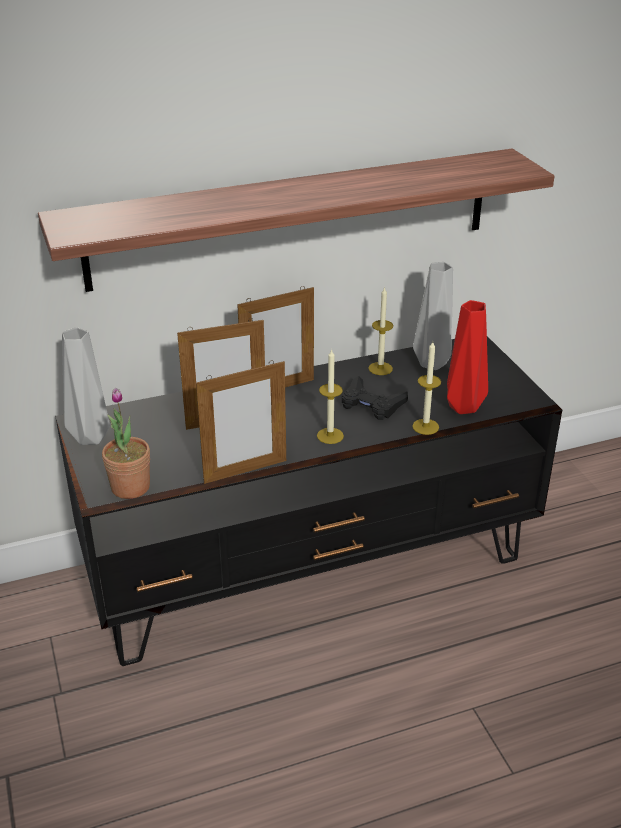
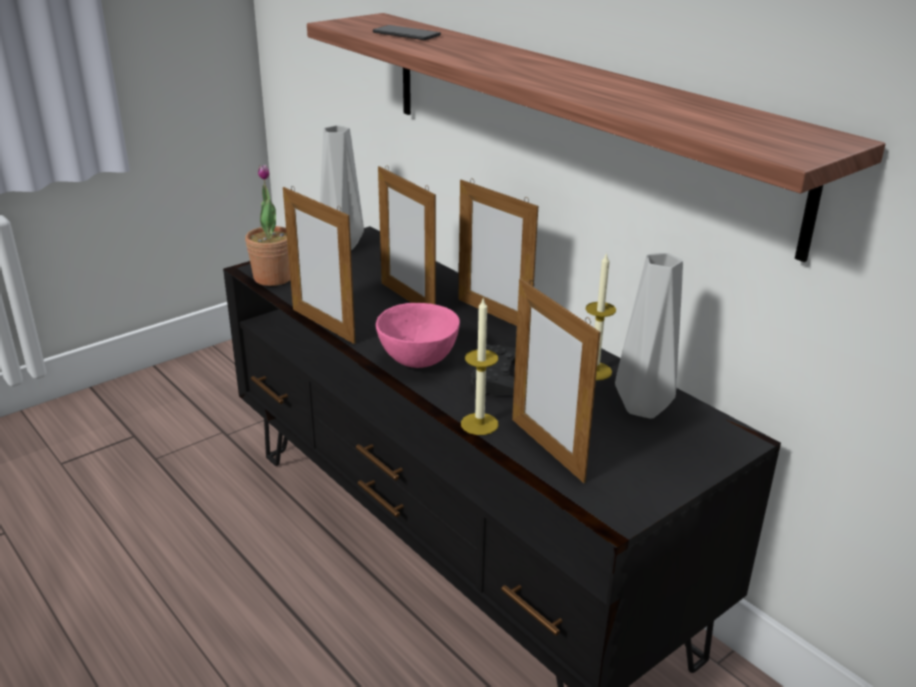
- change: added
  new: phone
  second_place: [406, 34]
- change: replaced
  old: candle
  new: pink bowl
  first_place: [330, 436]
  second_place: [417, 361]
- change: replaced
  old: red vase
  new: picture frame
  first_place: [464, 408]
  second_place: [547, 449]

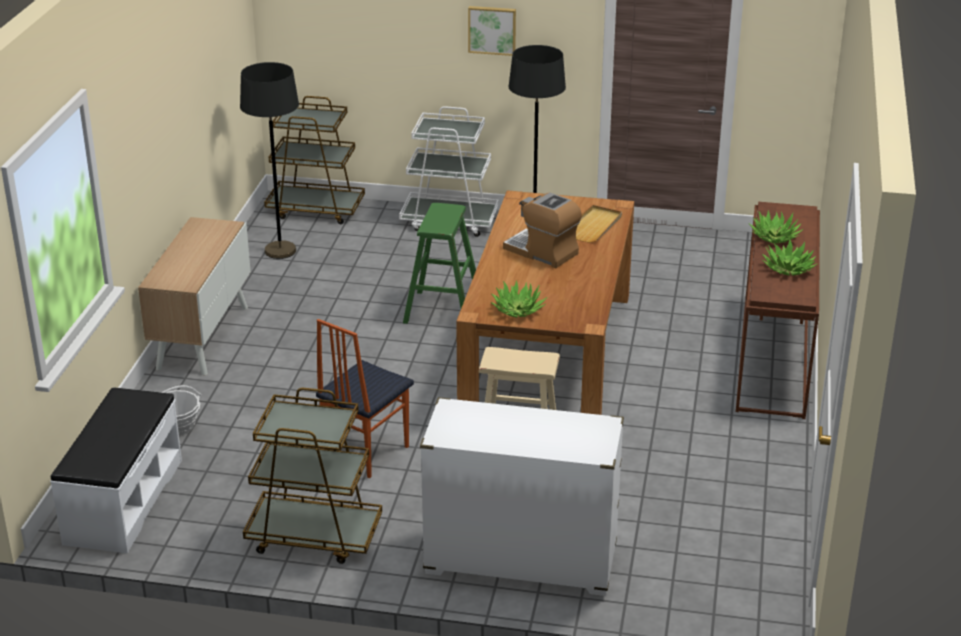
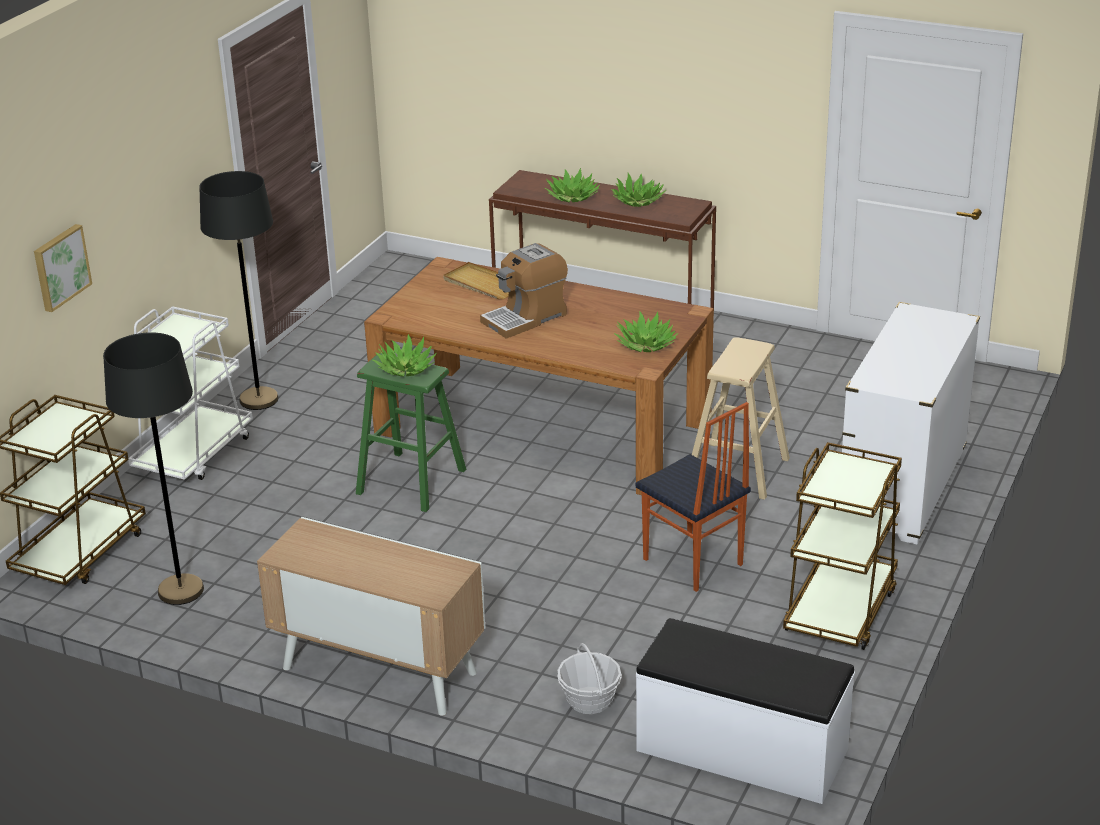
- change: moved
  old: picture
  first_place: [492, 30]
  second_place: [60, 267]
- change: added
  new: potted plant
  second_place: [406, 368]

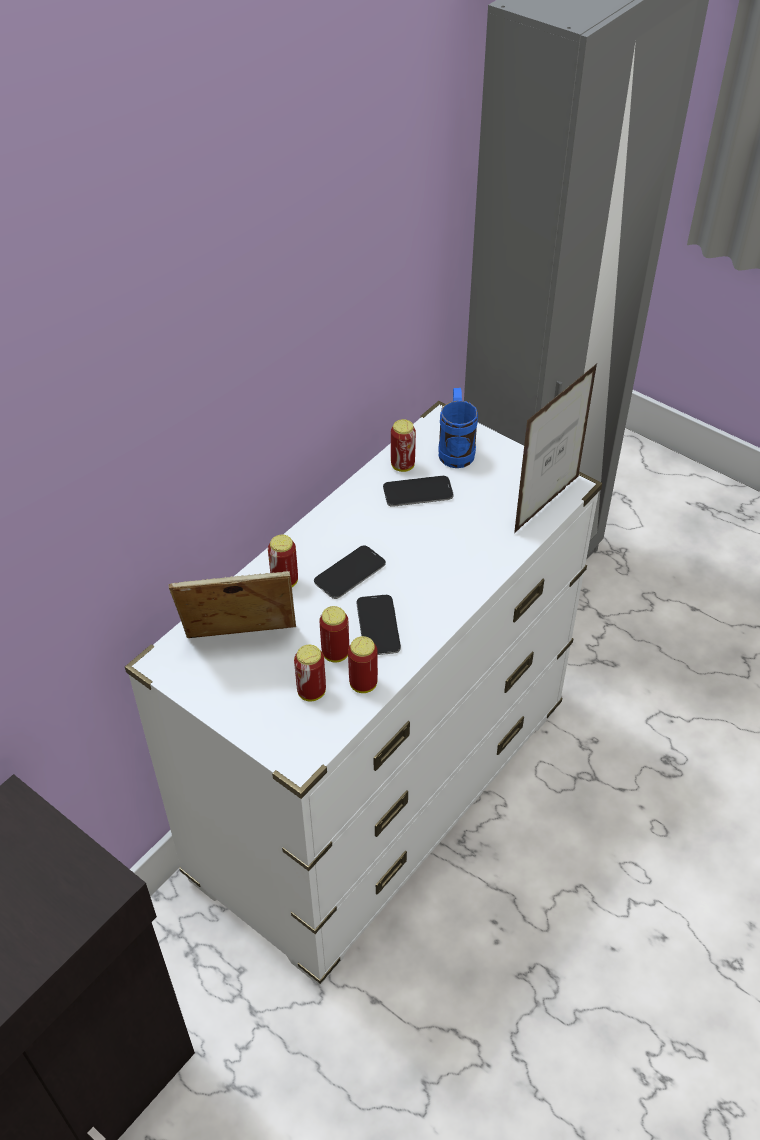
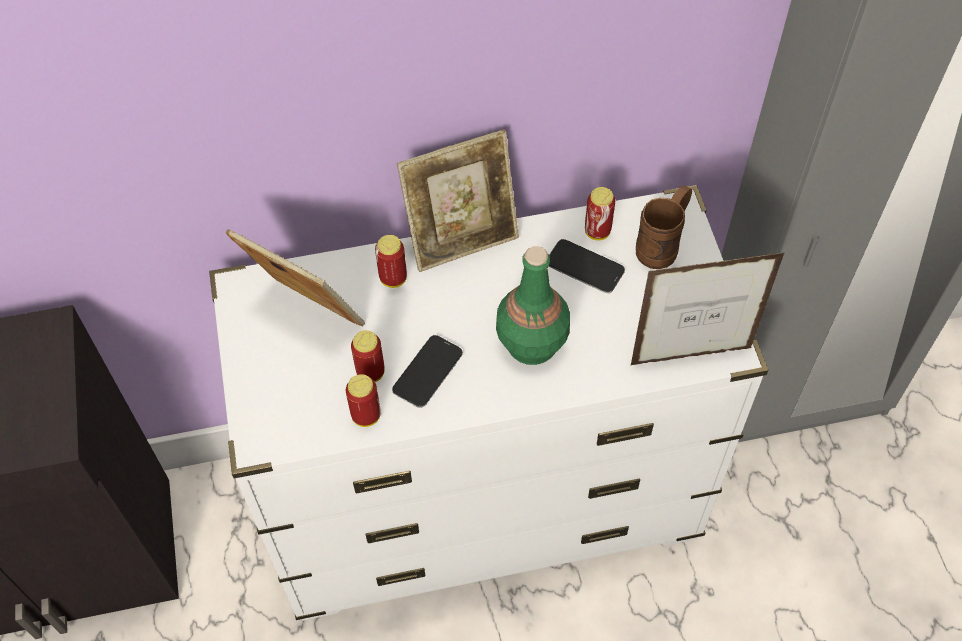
- change: added
  new: picture frame
  second_place: [462, 239]
- change: added
  new: green bottle
  second_place: [531, 343]
- change: recoloured
  old: blue mug
  new: brown mug
  first_place: [456, 449]
  second_place: [663, 245]
- change: removed
  old: can
  first_place: [311, 692]
- change: removed
  old: phone
  first_place: [350, 573]

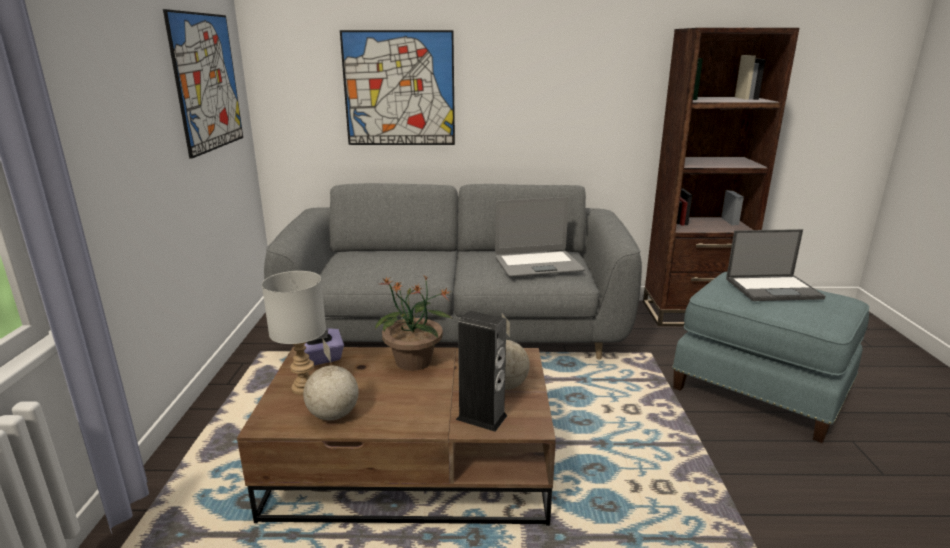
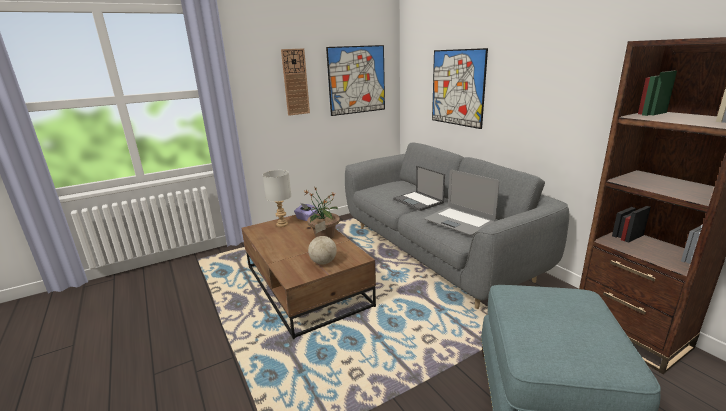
- change: added
  new: wall clock
  second_place: [295, 82]
- change: moved
  old: laptop
  first_place: [774, 288]
  second_place: [418, 201]
- change: removed
  old: globe
  first_place: [333, 415]
- change: removed
  old: speaker
  first_place: [481, 417]

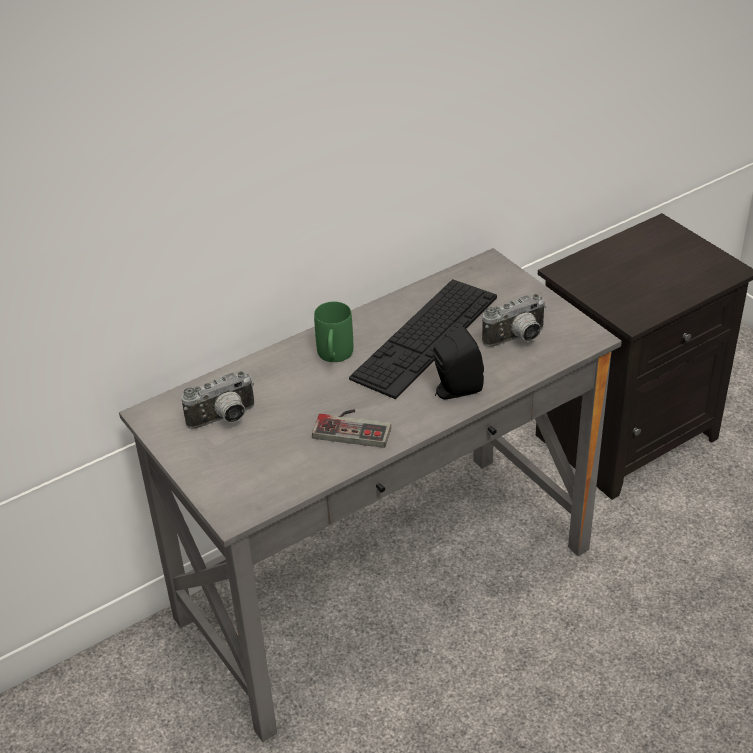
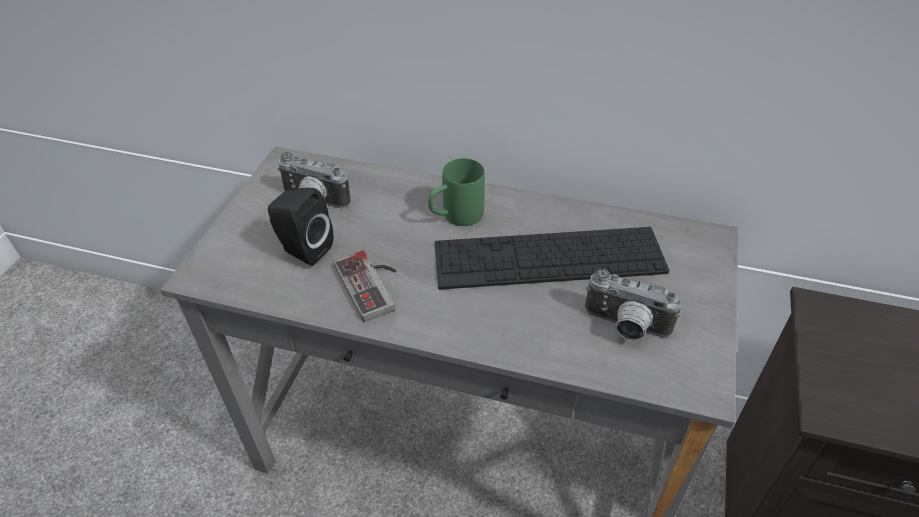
- change: moved
  old: black speaker
  first_place: [455, 390]
  second_place: [303, 249]

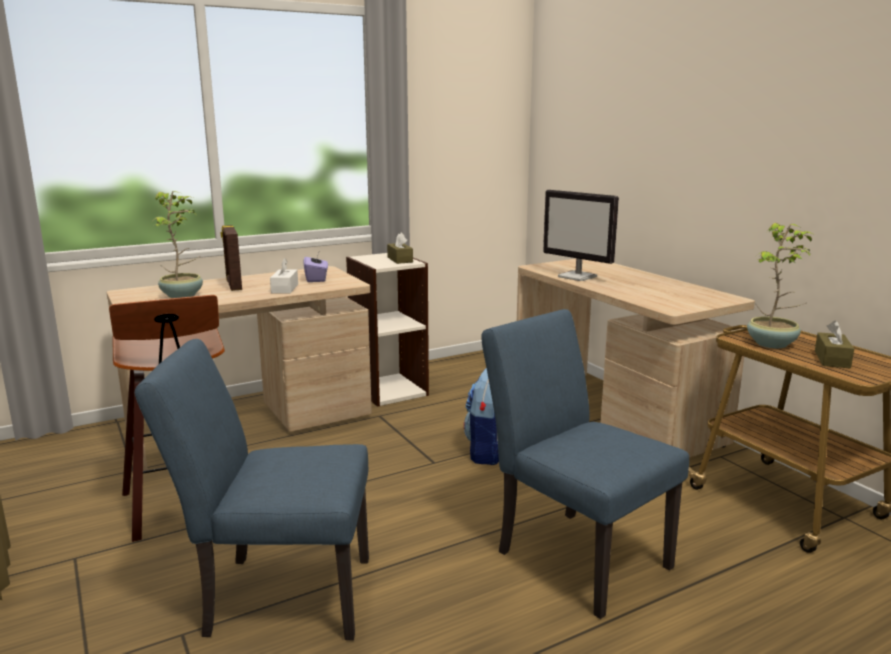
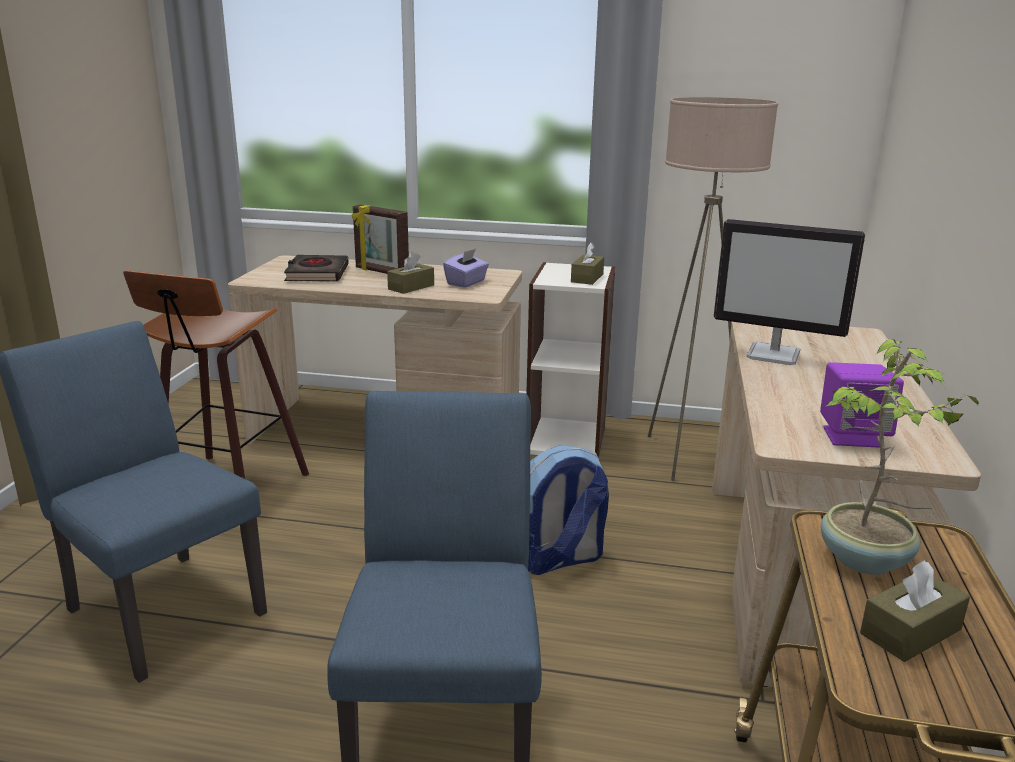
- change: replaced
  old: potted plant
  new: black book
  first_place: [183, 296]
  second_place: [317, 274]
- change: turned
  old: picture frame
  first_place: [233, 285]
  second_place: [381, 272]
  degrees: -75
- change: recoloured
  old: white tissue box
  new: brown tissue box
  first_place: [285, 289]
  second_place: [411, 287]
- change: added
  new: beige floor lamp
  second_place: [686, 457]
- change: turned
  old: monitor
  first_place: [578, 277]
  second_place: [774, 355]
  degrees: -60
- change: added
  new: purple speaker
  second_place: [852, 436]

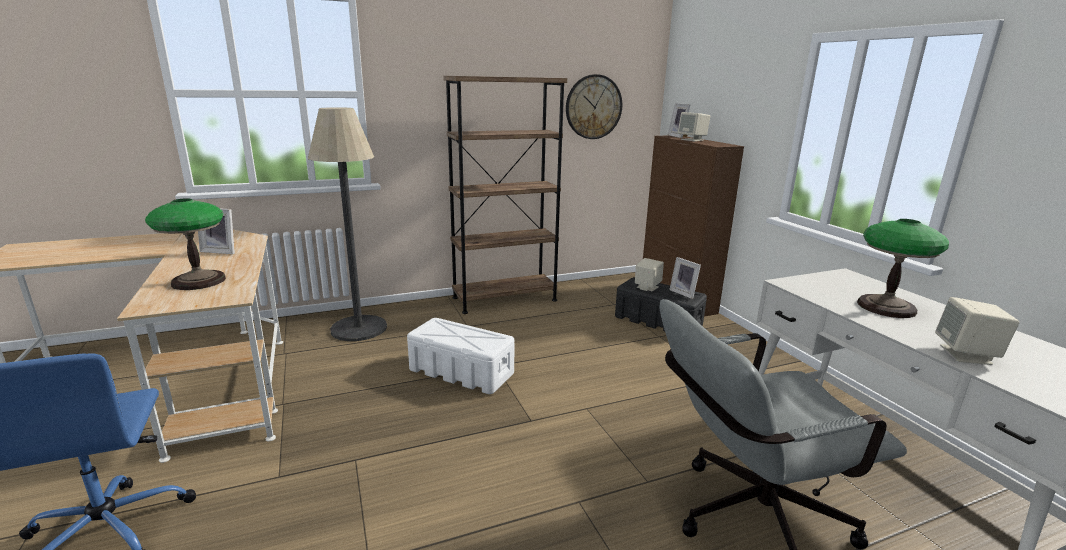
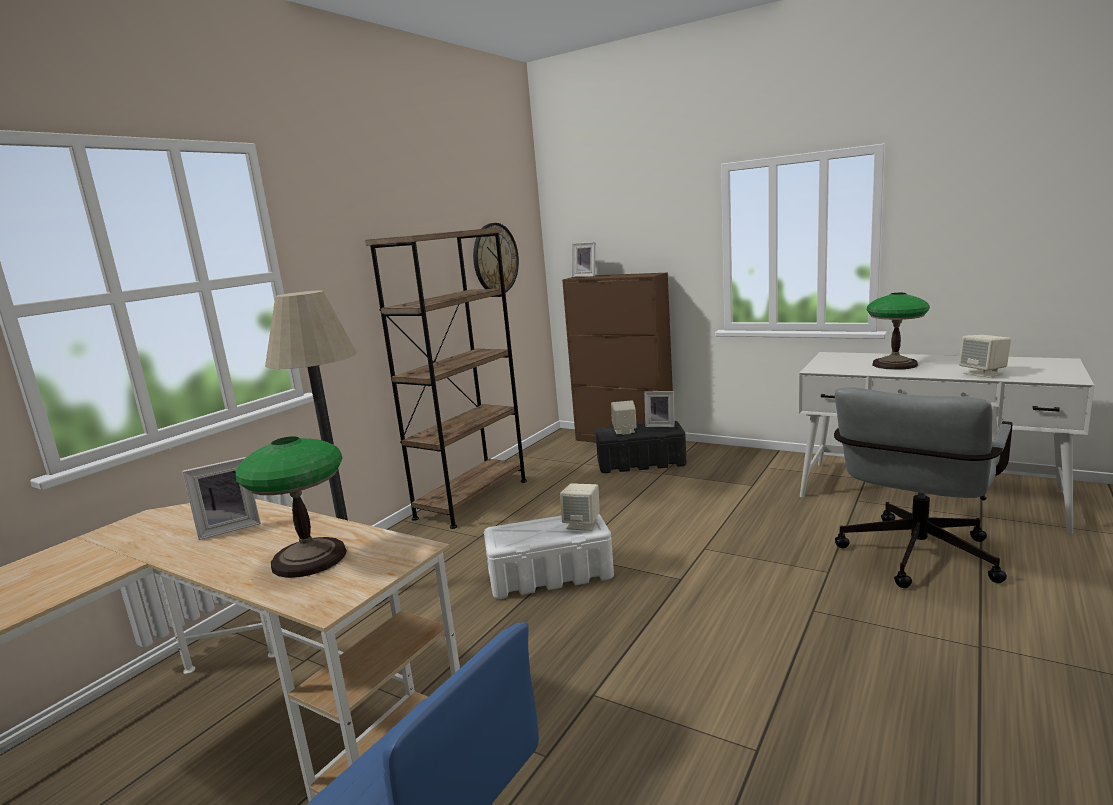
- change: moved
  old: beige speaker
  first_place: [692, 140]
  second_place: [582, 524]

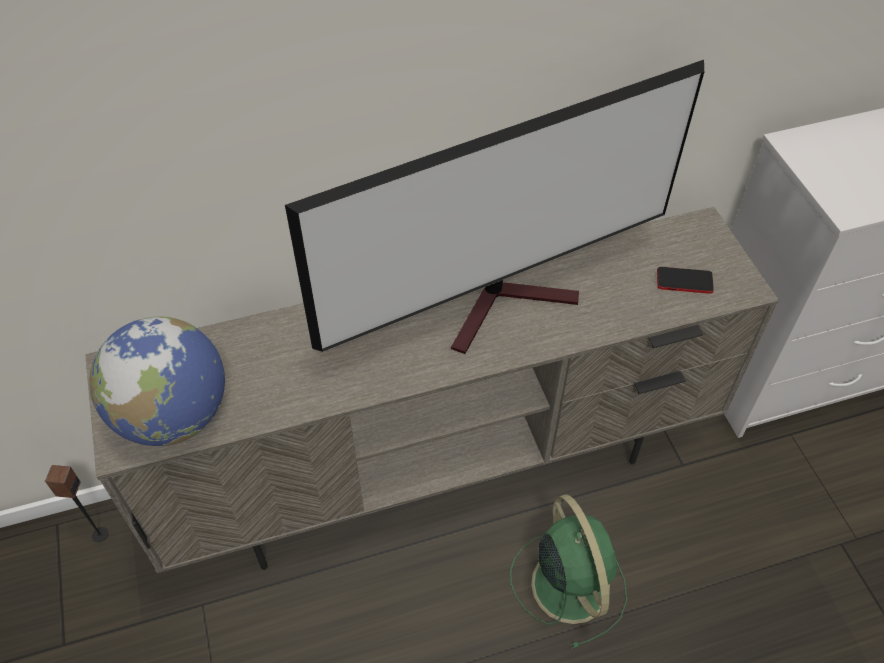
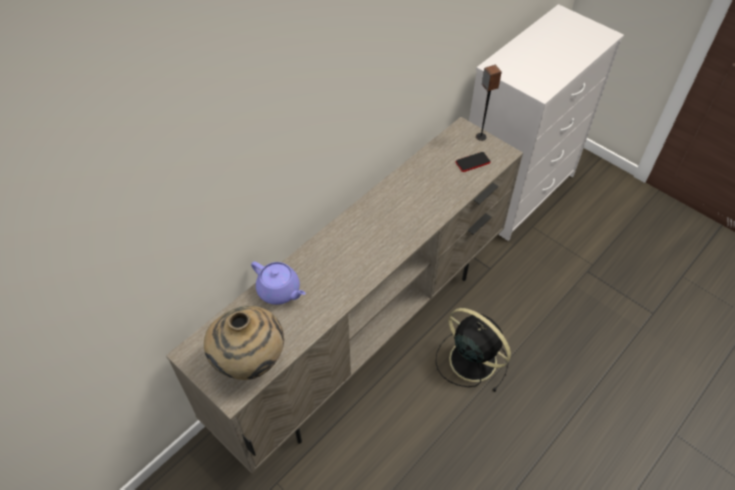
- change: replaced
  old: globe
  new: beige vase
  first_place: [173, 415]
  second_place: [250, 362]
- change: added
  new: purple teapot
  second_place: [279, 291]
- change: recoloured
  old: green fan
  new: black fan
  first_place: [568, 582]
  second_place: [471, 359]
- change: moved
  old: speaker
  first_place: [99, 534]
  second_place: [480, 137]
- change: removed
  old: television
  first_place: [508, 303]

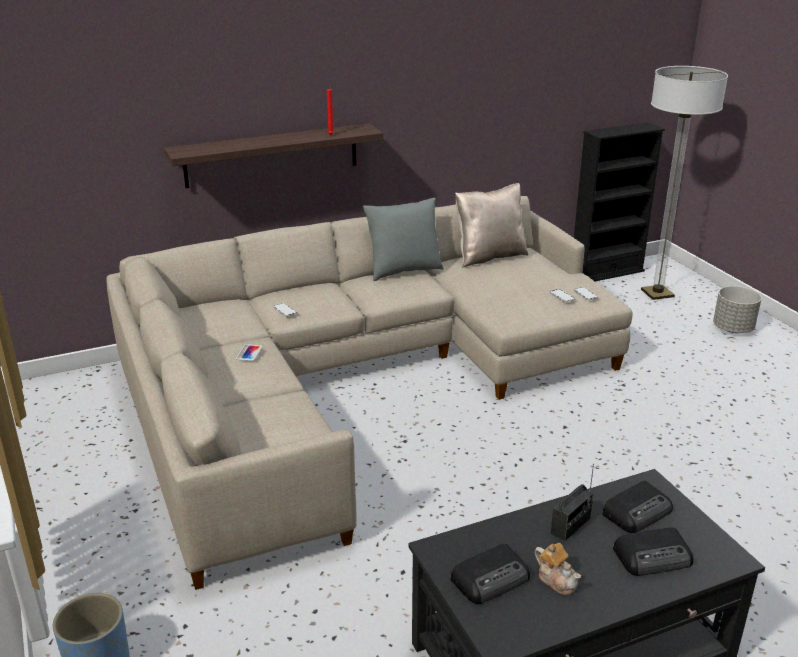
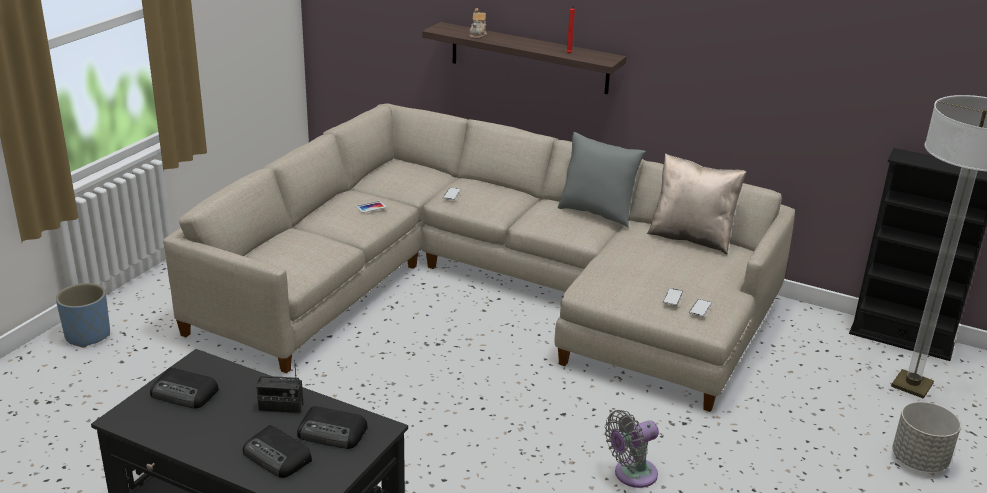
- change: moved
  old: teapot
  first_place: [557, 580]
  second_place: [478, 34]
- change: added
  new: grey fan
  second_place: [631, 474]

